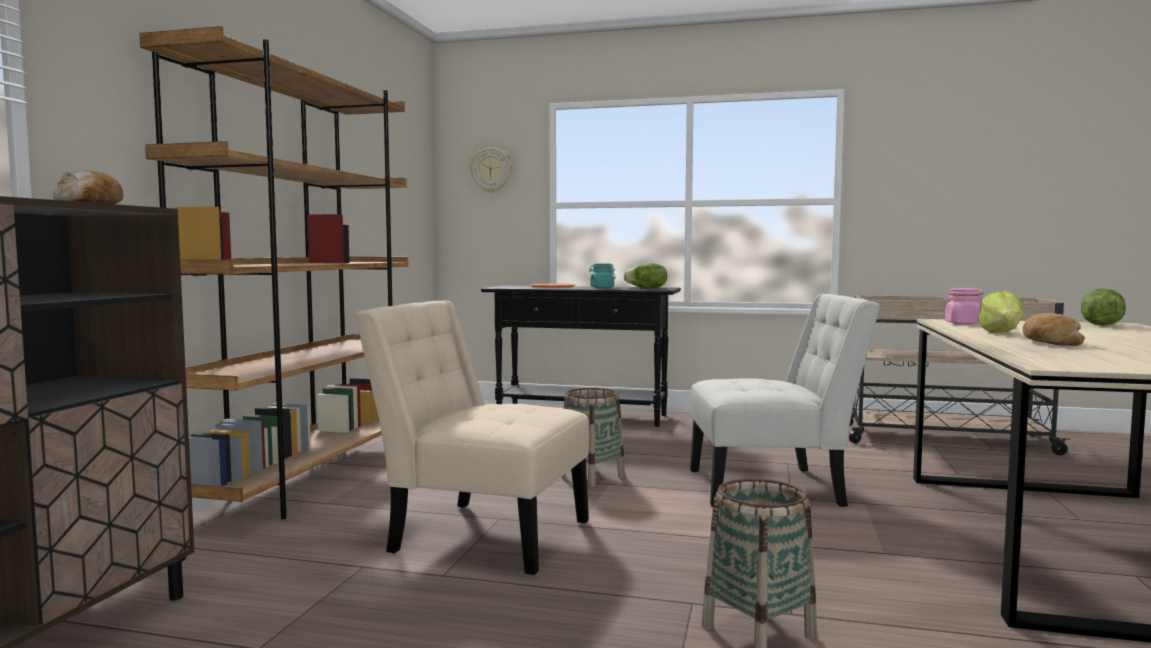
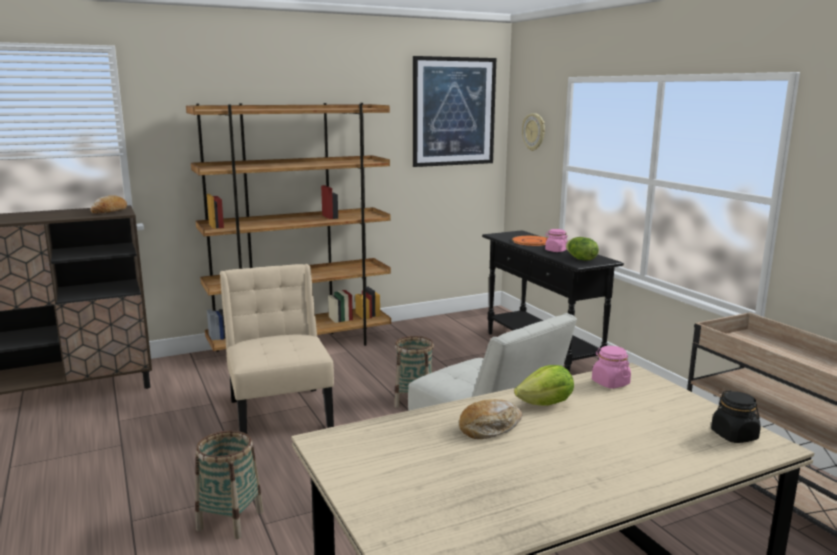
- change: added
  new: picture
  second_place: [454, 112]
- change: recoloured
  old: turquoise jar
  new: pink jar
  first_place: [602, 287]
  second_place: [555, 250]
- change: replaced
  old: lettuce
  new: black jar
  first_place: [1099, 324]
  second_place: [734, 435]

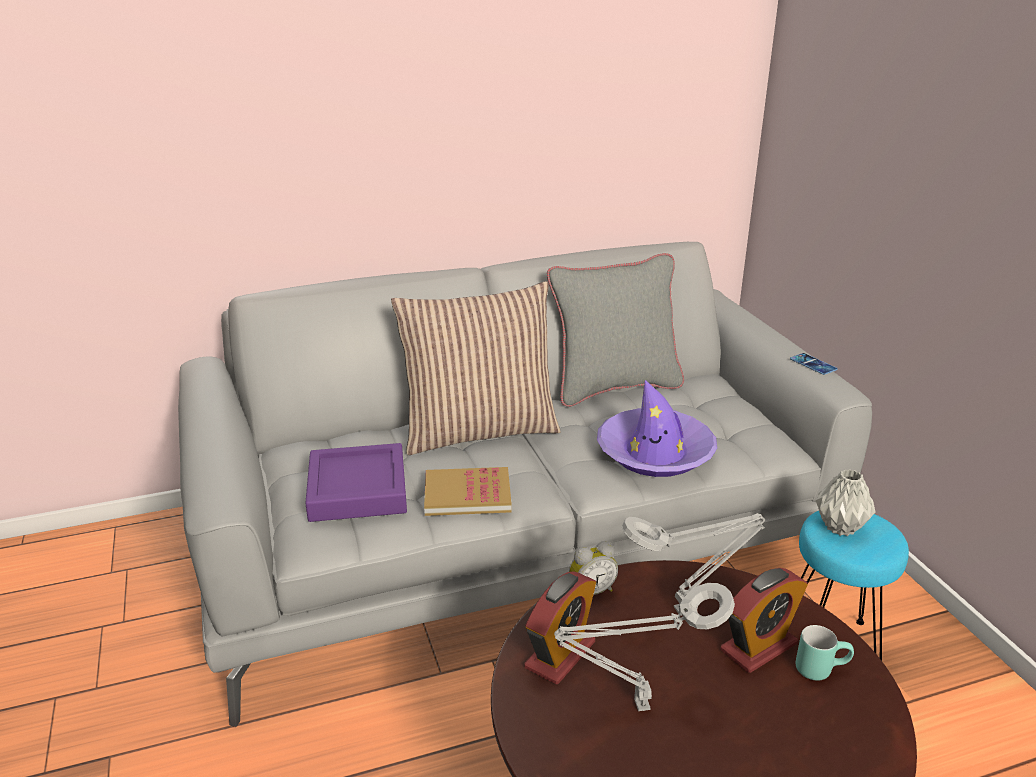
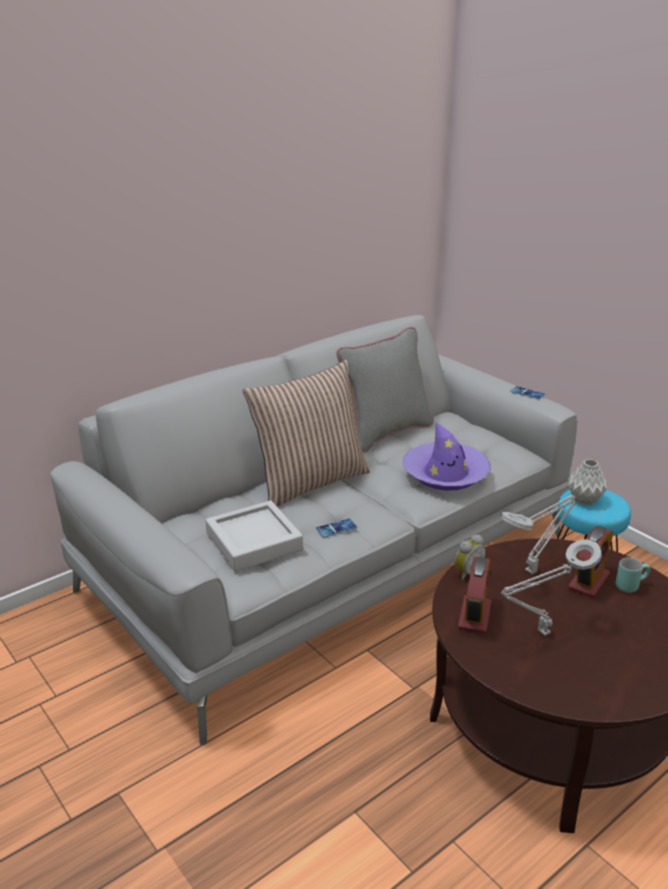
- change: recoloured
  old: purple tray
  new: grey tray
  first_place: [358, 490]
  second_place: [254, 542]
- change: replaced
  old: book
  new: phone
  first_place: [467, 494]
  second_place: [336, 528]

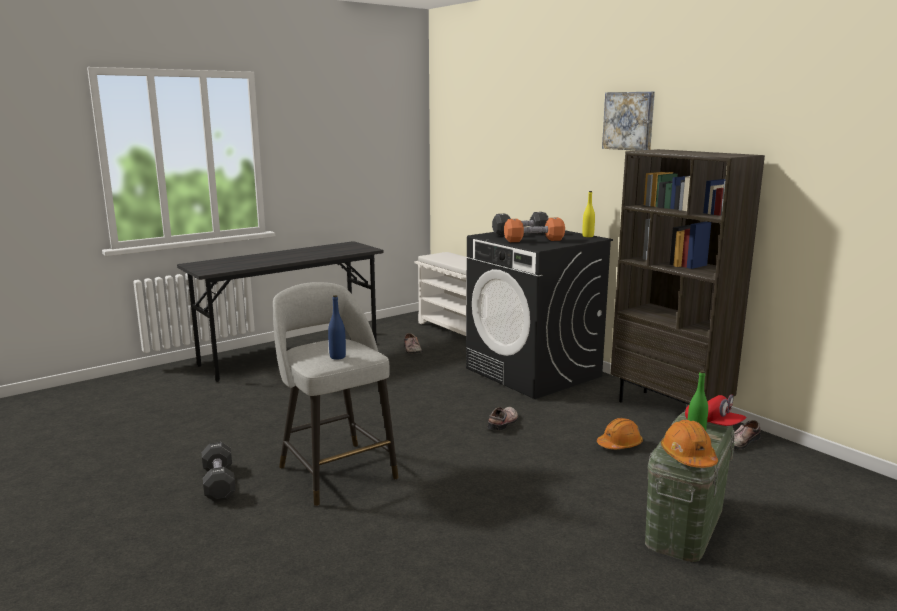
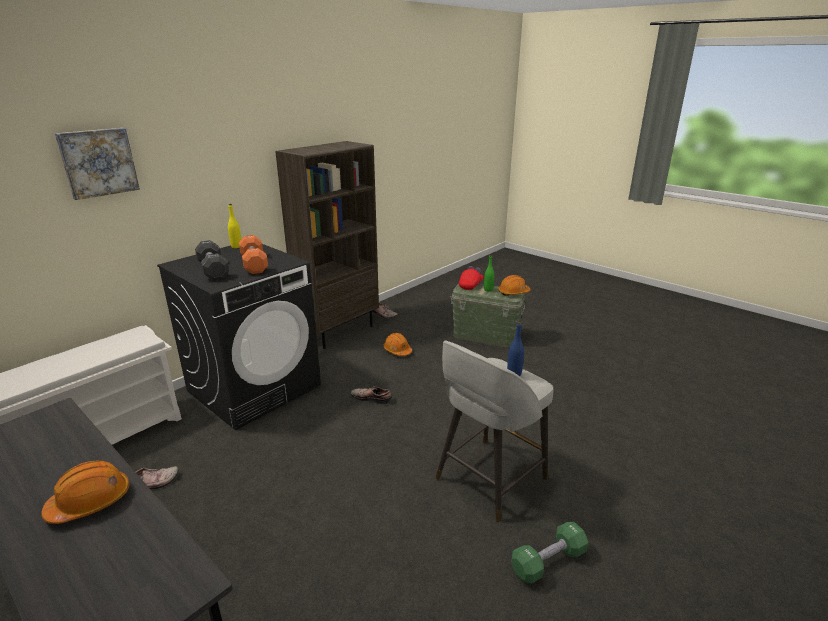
- change: added
  new: orange hard hat
  second_place: [90, 502]
- change: moved
  old: picture
  first_place: [629, 121]
  second_place: [98, 162]
- change: recoloured
  old: black dumbbell
  new: green dumbbell
  first_place: [219, 483]
  second_place: [548, 561]

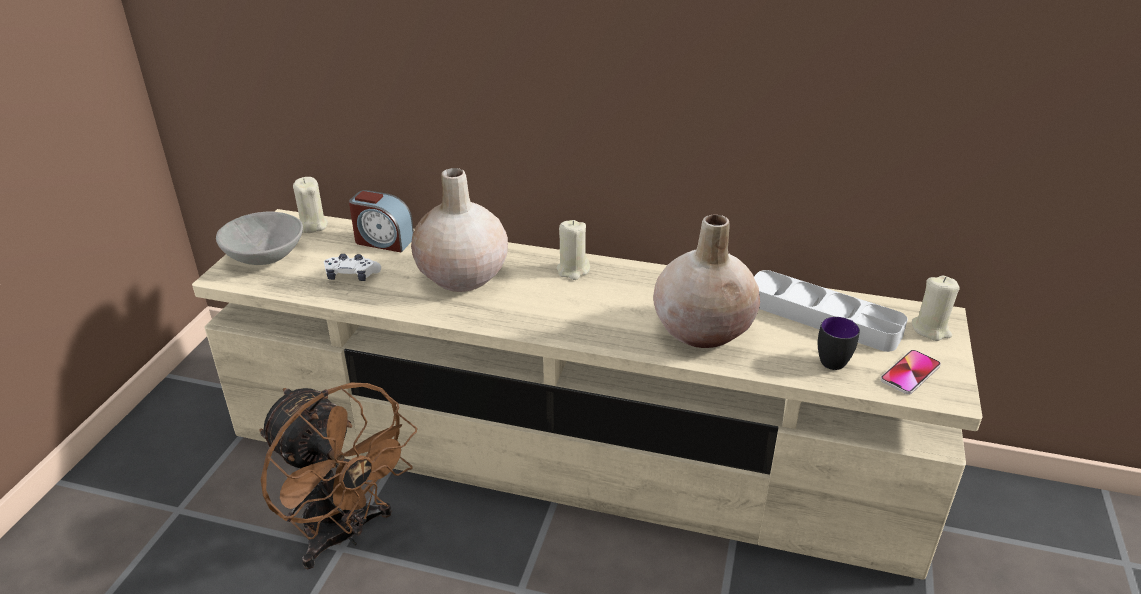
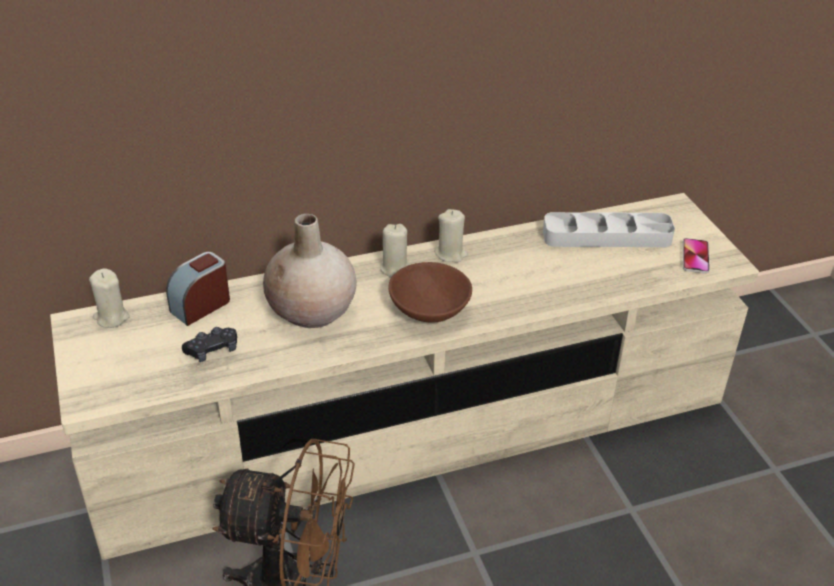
- change: turned
  old: alarm clock
  first_place: [383, 241]
  second_place: [201, 305]
  degrees: 150
- change: recoloured
  old: white game controller
  new: black game controller
  first_place: [352, 276]
  second_place: [212, 350]
- change: added
  new: brown bowl
  second_place: [429, 309]
- change: moved
  old: beige candle
  first_place: [931, 330]
  second_place: [451, 254]
- change: removed
  old: grey bowl
  first_place: [265, 256]
- change: removed
  old: beige vase
  first_place: [703, 330]
- change: removed
  old: mug
  first_place: [835, 359]

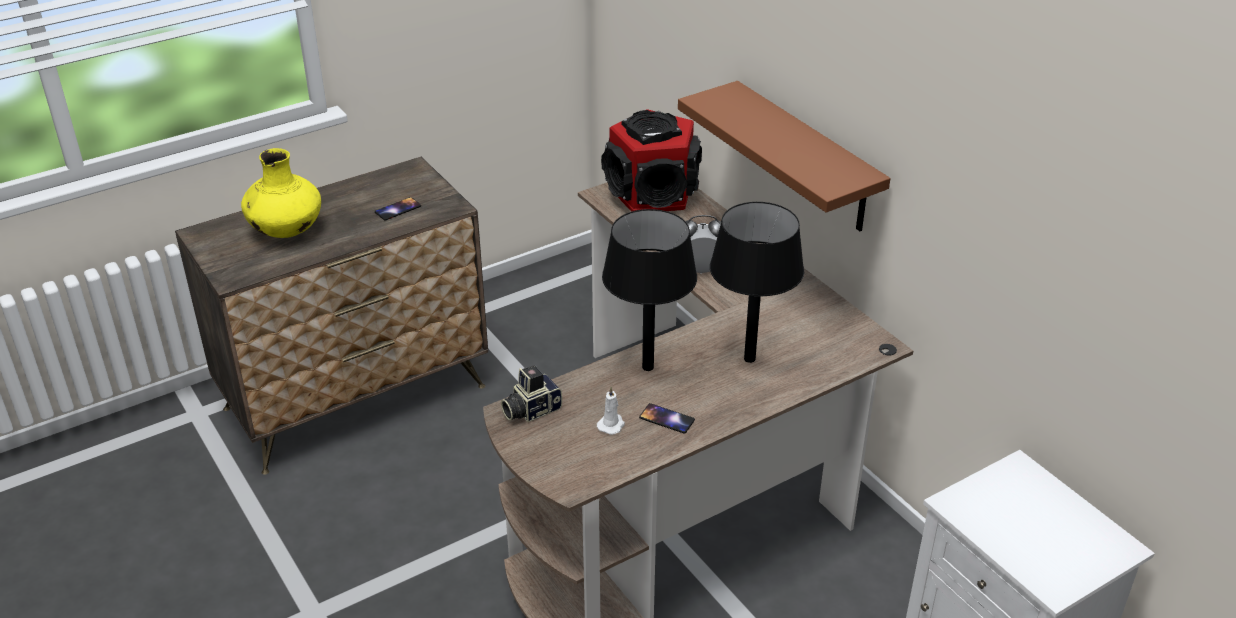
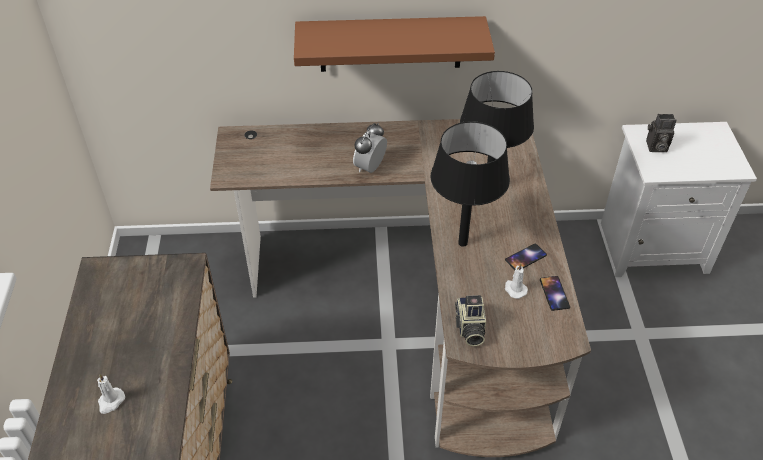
- change: replaced
  old: yellow vase
  new: white candle
  first_place: [286, 231]
  second_place: [110, 401]
- change: moved
  old: phone
  first_place: [398, 209]
  second_place: [554, 293]
- change: added
  new: photo camera
  second_place: [655, 147]
- change: removed
  old: speaker
  first_place: [654, 194]

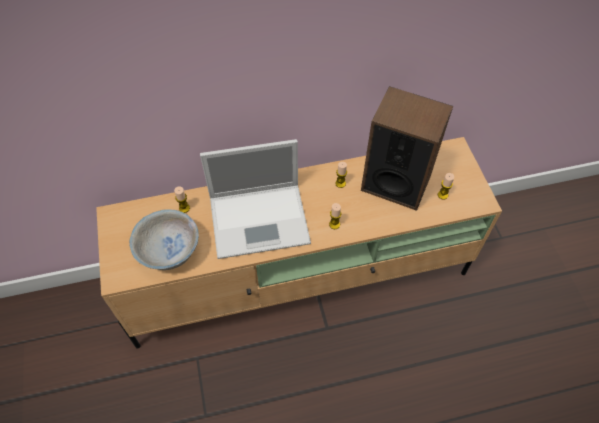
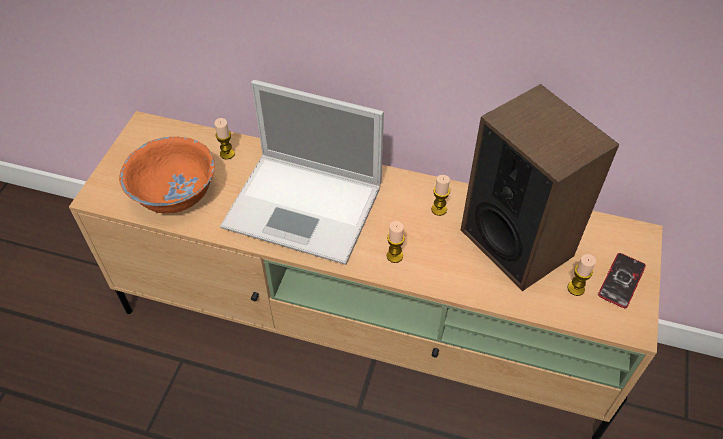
- change: recoloured
  old: white bowl
  new: orange bowl
  first_place: [169, 251]
  second_place: [175, 194]
- change: added
  new: phone
  second_place: [621, 281]

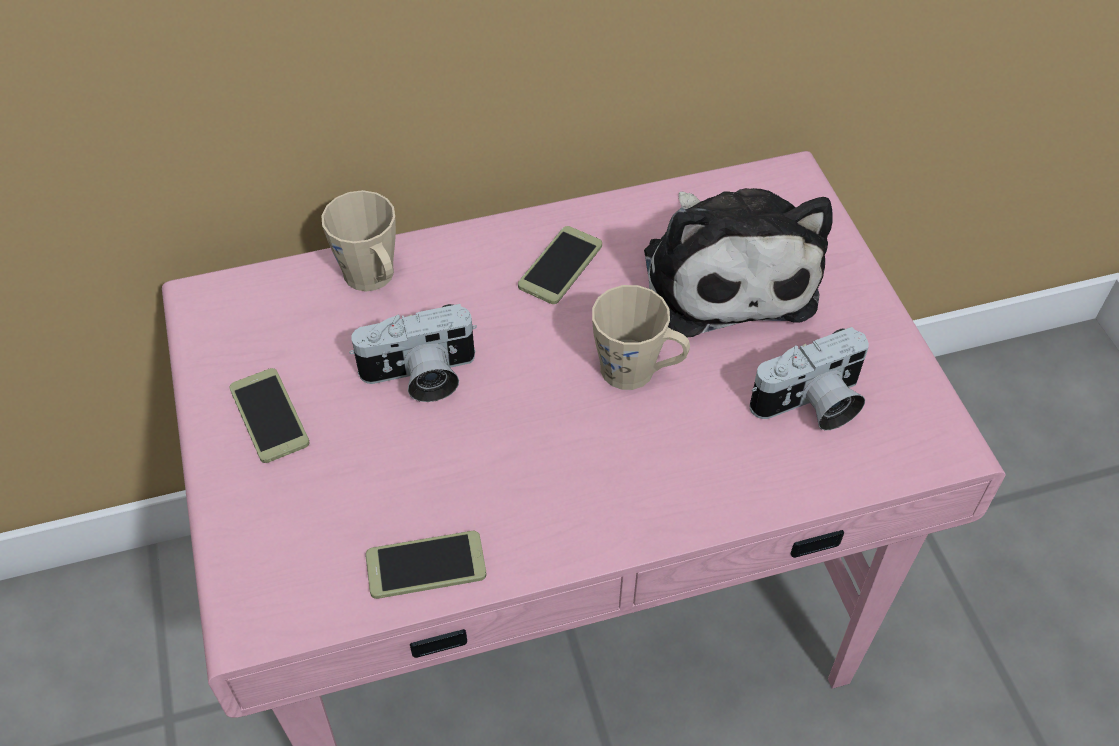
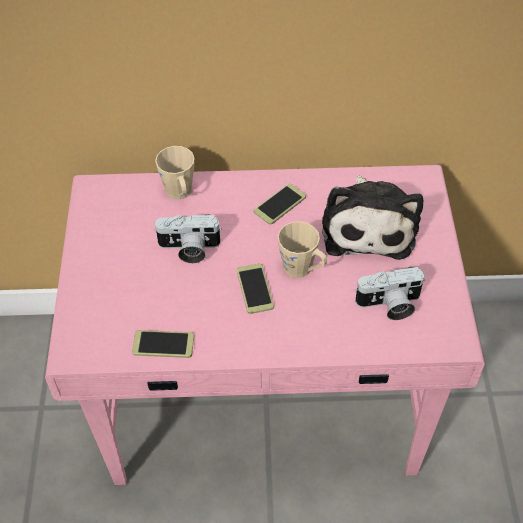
- change: moved
  old: phone
  first_place: [269, 416]
  second_place: [254, 289]

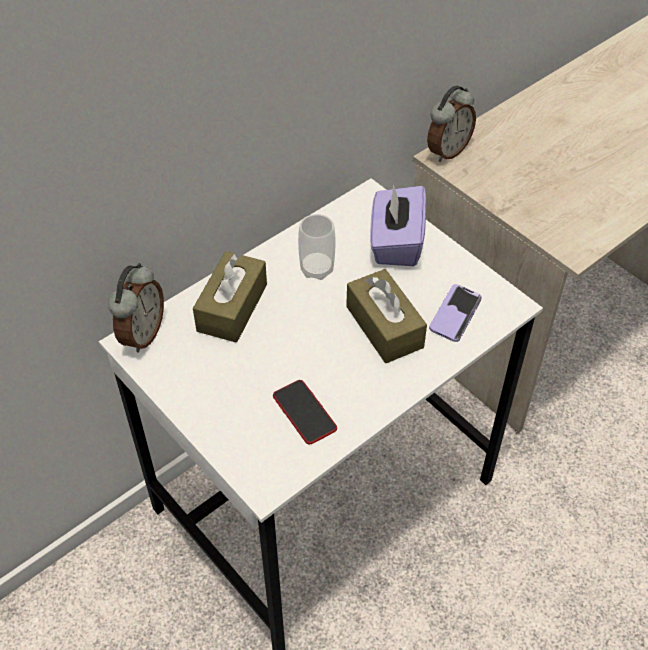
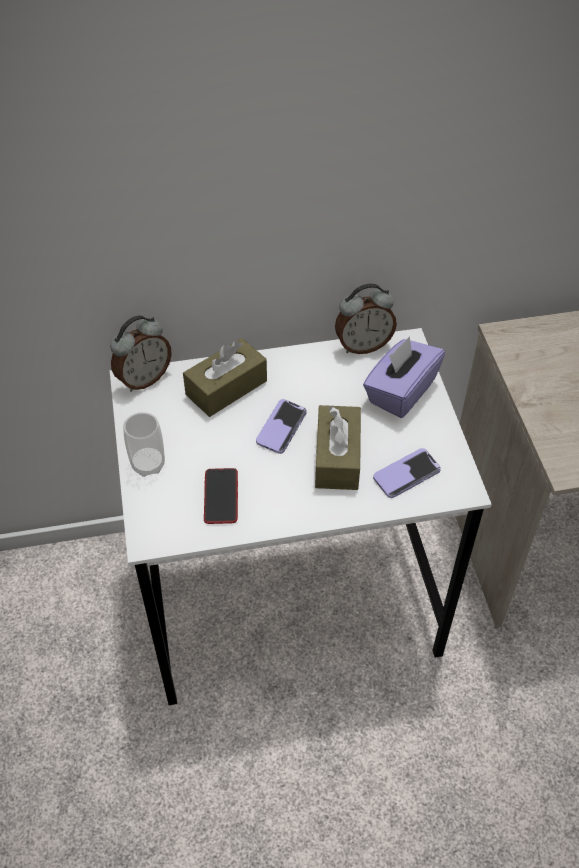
- change: moved
  old: cup
  first_place: [317, 269]
  second_place: [148, 464]
- change: added
  new: phone
  second_place: [281, 427]
- change: moved
  old: alarm clock
  first_place: [447, 151]
  second_place: [363, 345]

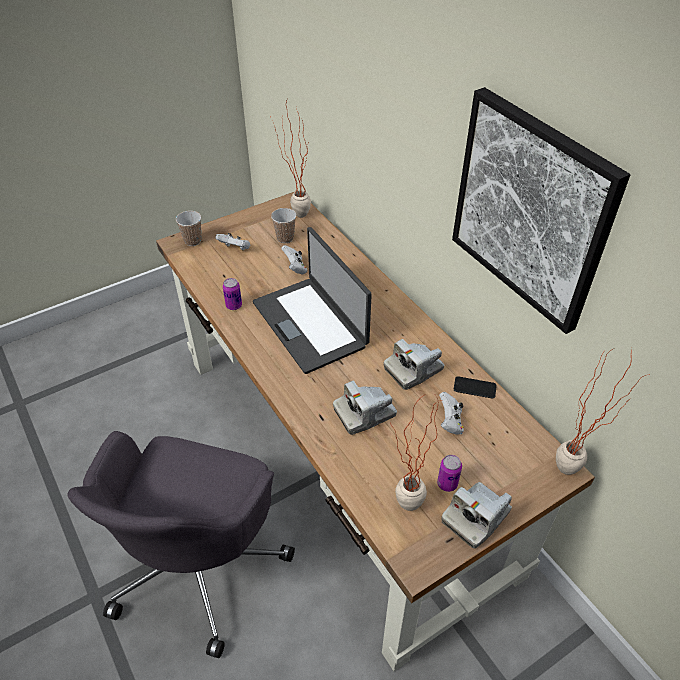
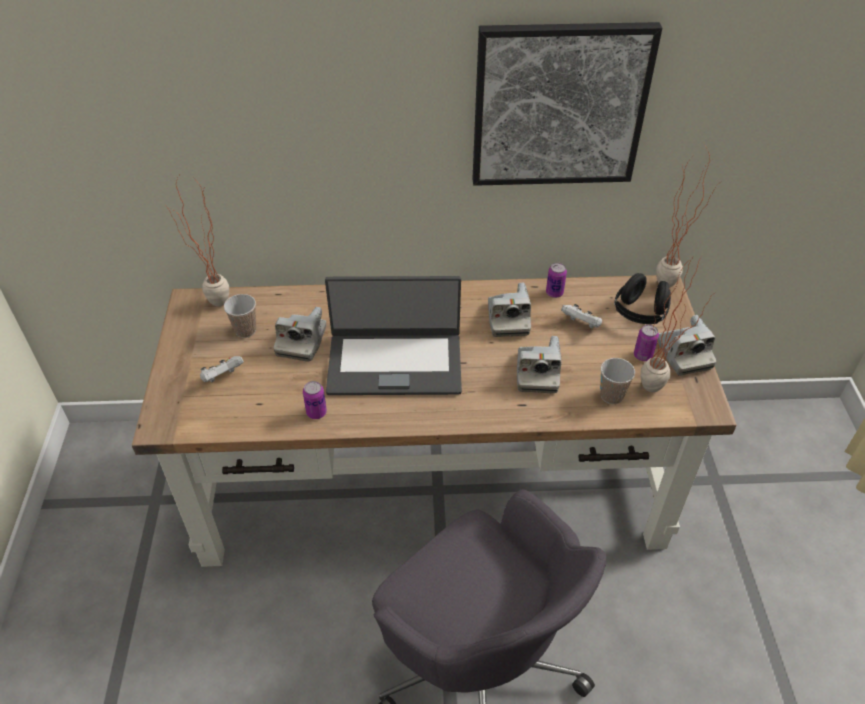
- change: replaced
  old: white game controller
  new: photo camera
  first_place: [295, 268]
  second_place: [301, 341]
- change: replaced
  old: phone
  new: can
  first_place: [474, 388]
  second_place: [554, 293]
- change: moved
  old: cup
  first_place: [193, 241]
  second_place: [611, 396]
- change: added
  new: black headphones
  second_place: [640, 313]

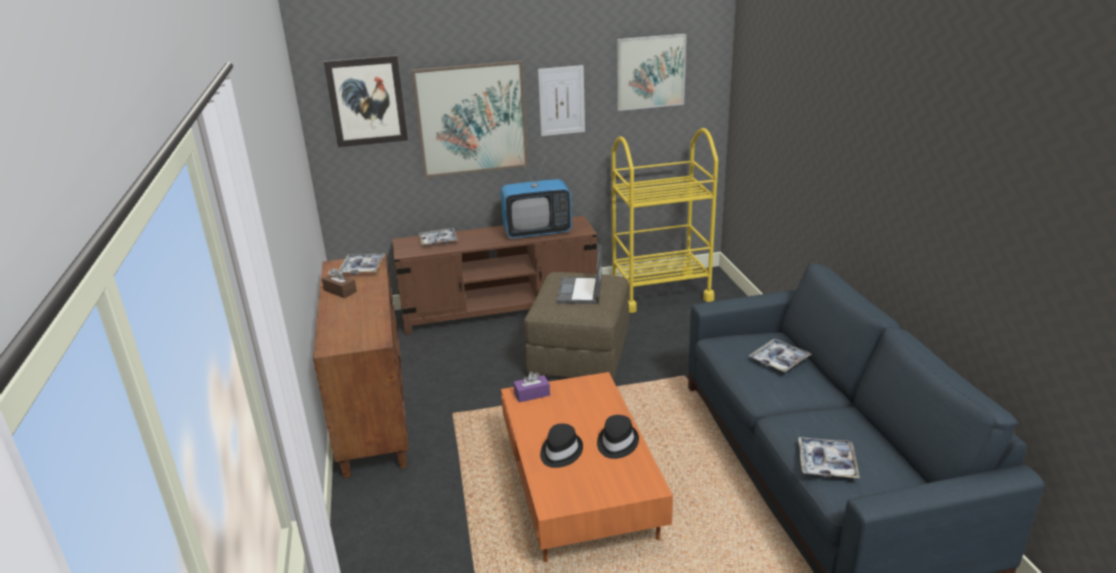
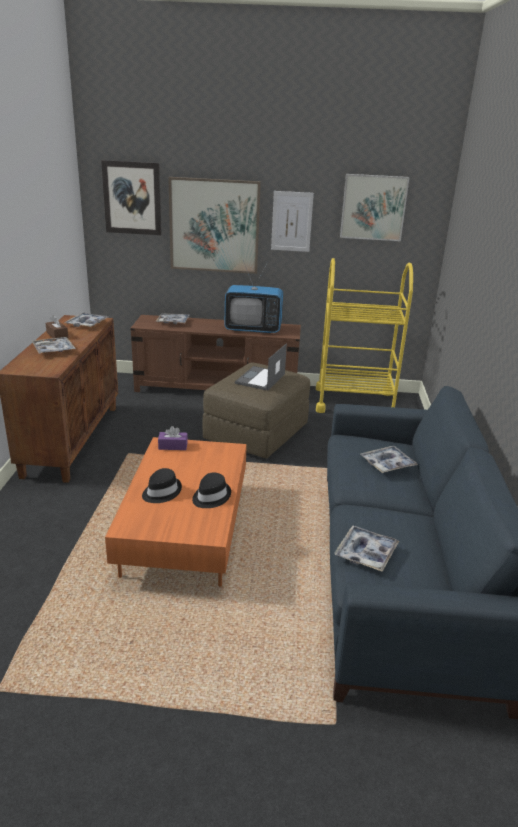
- change: added
  new: tray
  second_place: [53, 350]

